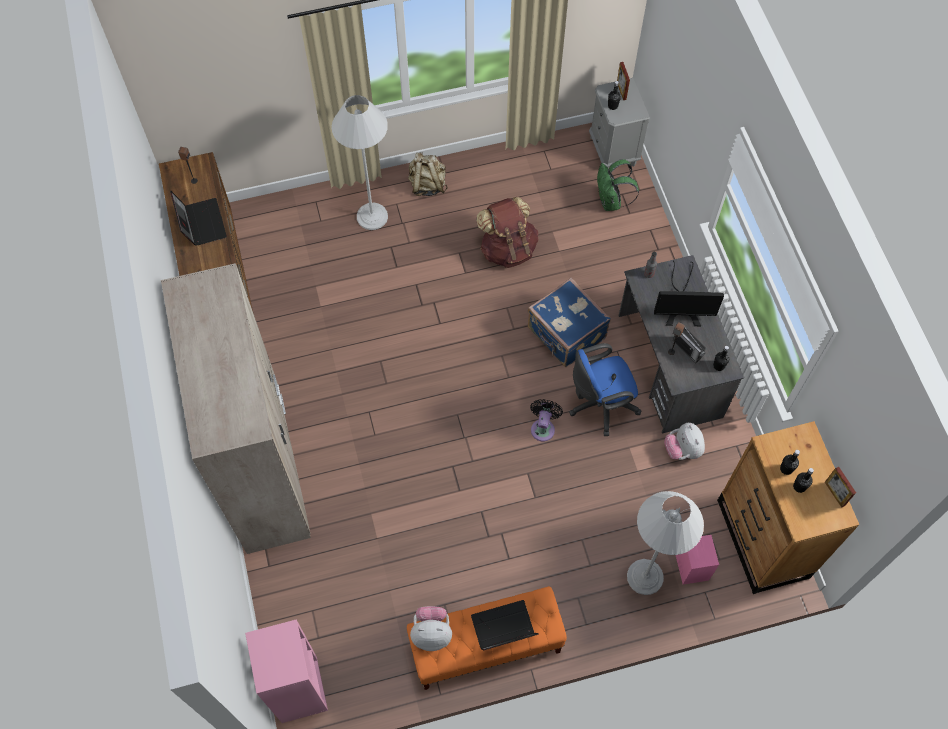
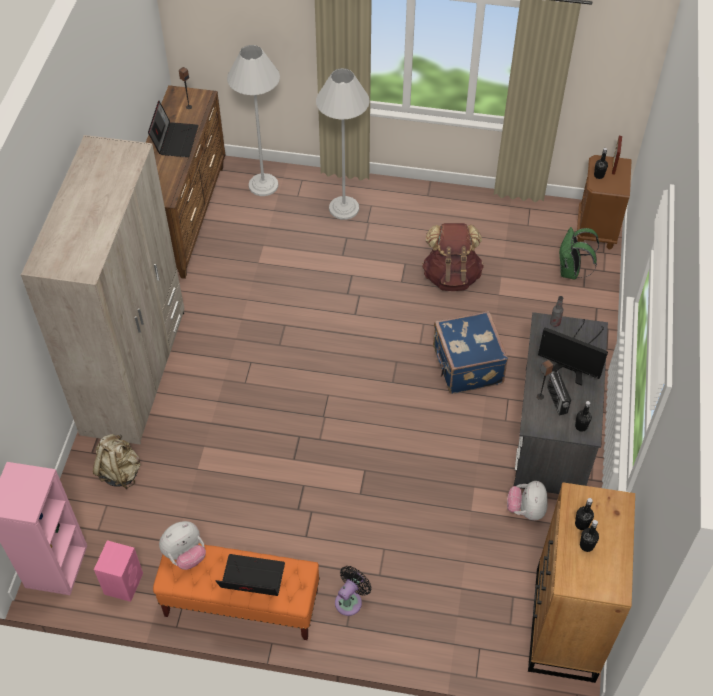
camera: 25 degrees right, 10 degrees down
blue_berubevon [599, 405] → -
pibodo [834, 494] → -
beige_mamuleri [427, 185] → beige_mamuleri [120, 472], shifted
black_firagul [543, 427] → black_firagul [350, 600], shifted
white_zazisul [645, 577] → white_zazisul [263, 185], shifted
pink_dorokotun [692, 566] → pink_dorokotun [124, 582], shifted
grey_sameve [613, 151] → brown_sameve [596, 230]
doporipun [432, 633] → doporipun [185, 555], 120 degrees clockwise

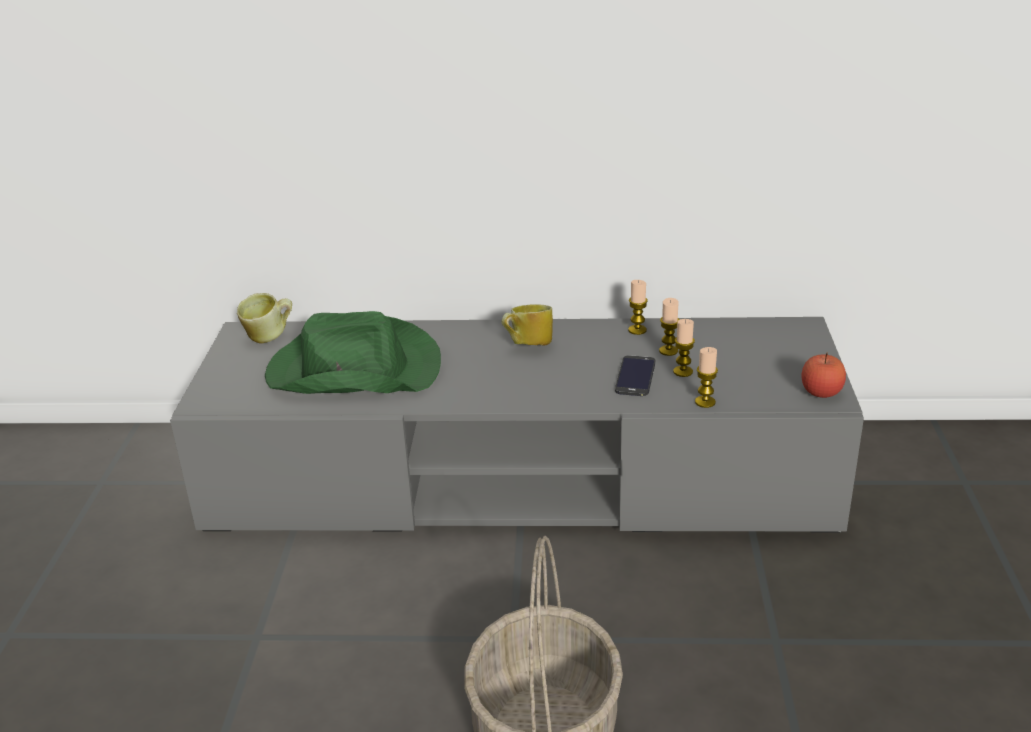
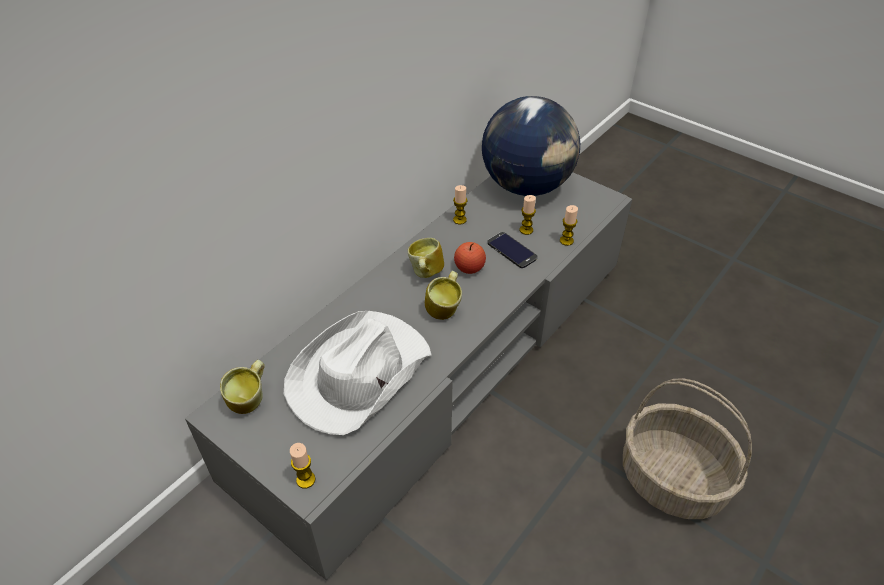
camera: 55 degrees left, 15 degrees up
- → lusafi [445, 309]
- → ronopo [527, 186]
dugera [668, 351] → dugera [305, 480], shifted
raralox [821, 392] → raralox [469, 268], shifted
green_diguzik [352, 370] → white_diguzik [358, 375]

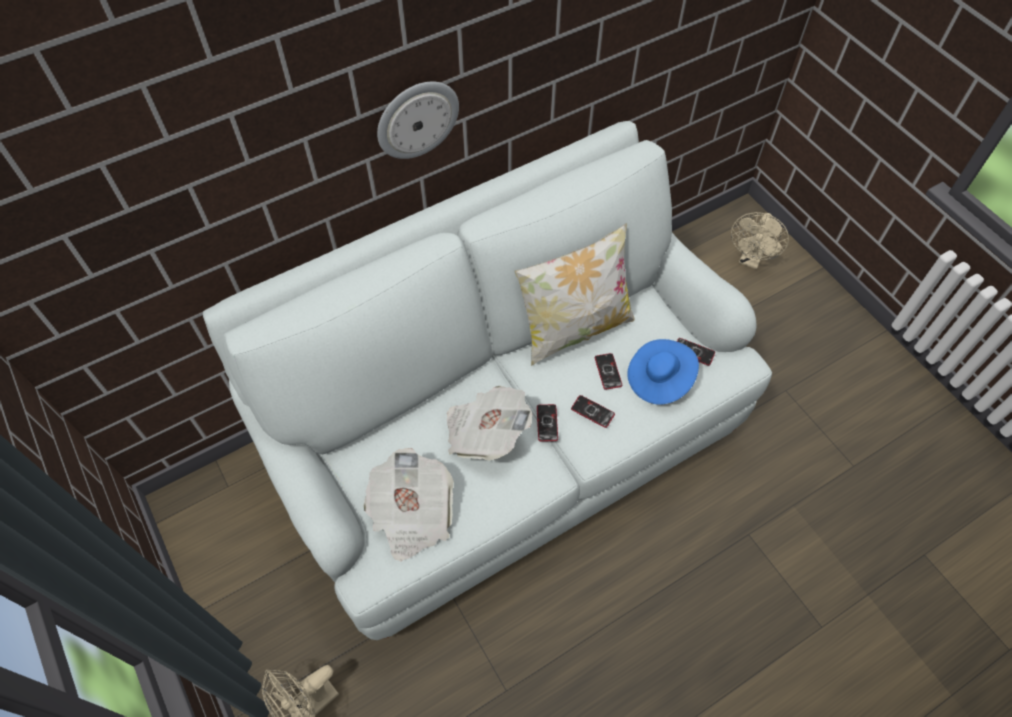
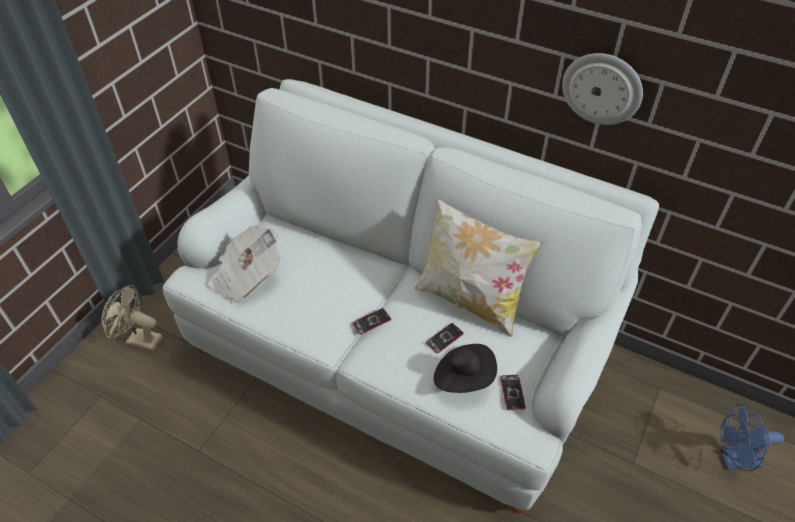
camera: 60 degrees right, 10 degrees down
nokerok [485, 432] → -
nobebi [592, 411] → -
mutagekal [417, 119] → mutagekal [602, 88], shifted
blue_diguzik [659, 379] → black_diguzik [463, 377]
beige_firagul [750, 259] → blue_firagul [733, 460]

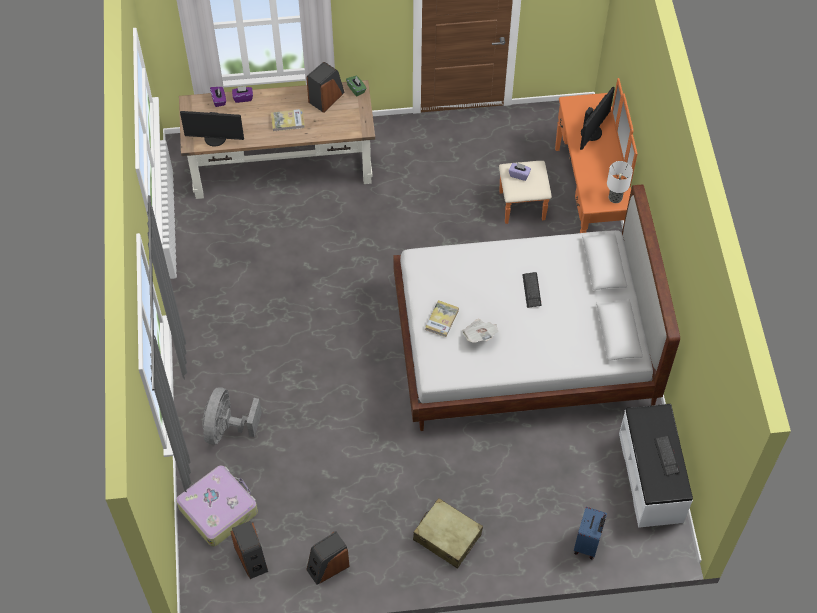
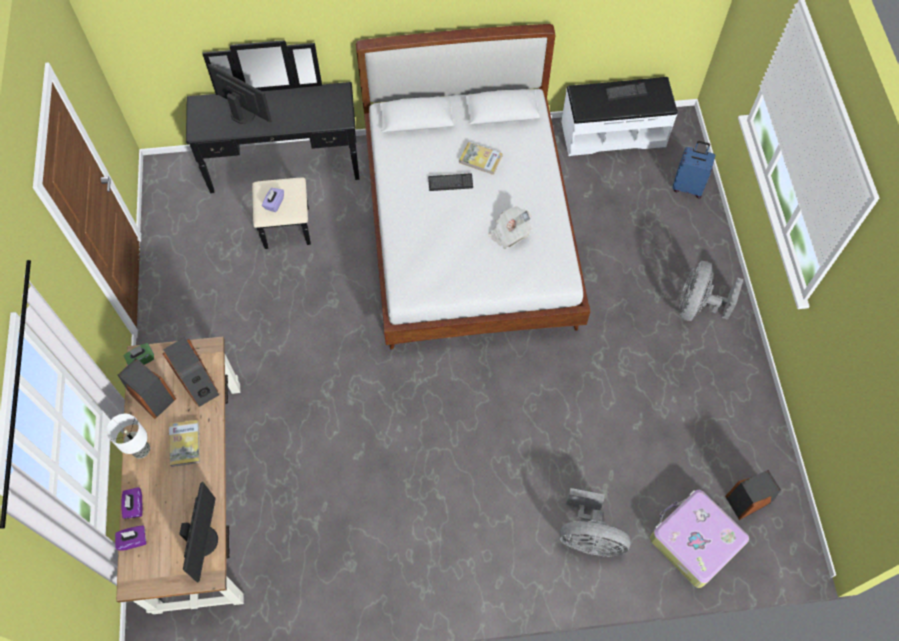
camera: 90 degrees left, 5 degrees up
dorokotun [328, 567] → dorokotun [198, 383], shifted
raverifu [442, 319] → raverifu [480, 159], shifted
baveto [615, 198] → baveto [141, 449], shifted
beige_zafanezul [447, 537] → grey_firagul [697, 306]
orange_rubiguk [573, 201] → black_rubiguk [285, 180]

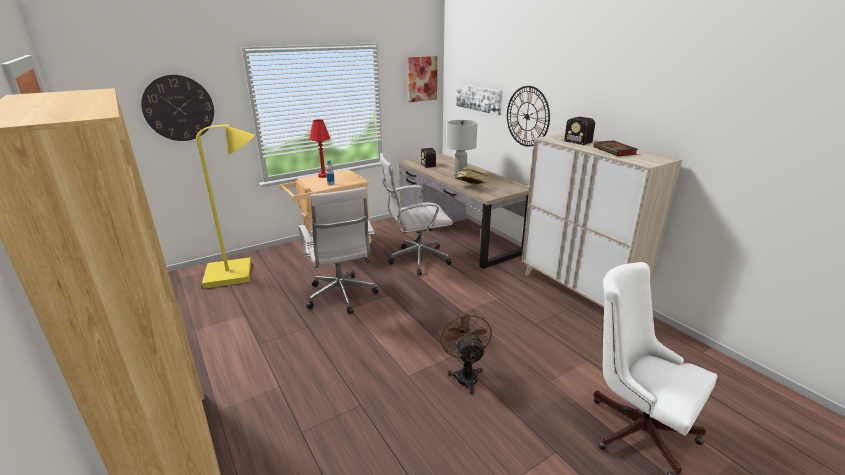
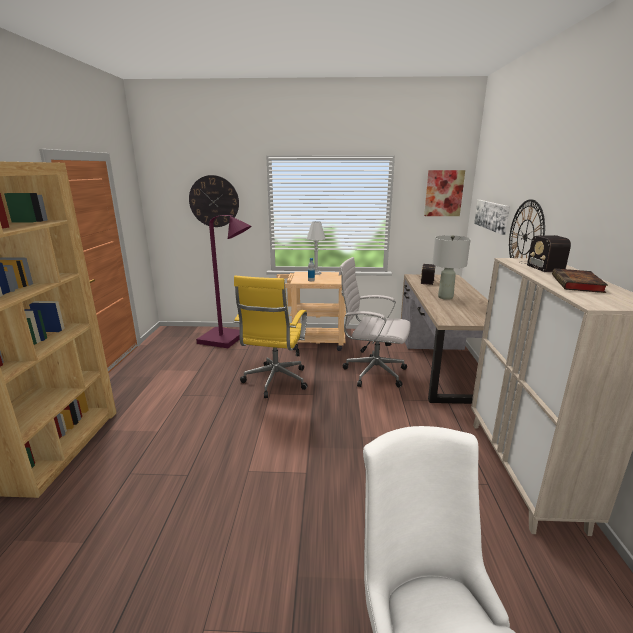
camera: 35 degrees right, 5 degrees down
brown_firagul [465, 374] → -
raverifu [470, 187] → -
yellow_zazisul [237, 273] → purple_zazisul [228, 340]
white_berubevon [342, 297] → yellow_berubevon [275, 382]
red_baveto [323, 176] → white_baveto [316, 273]

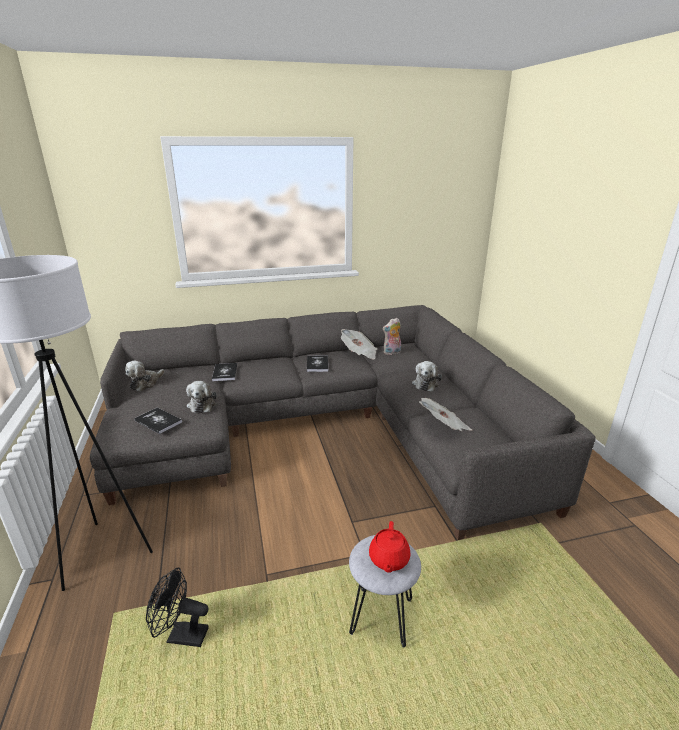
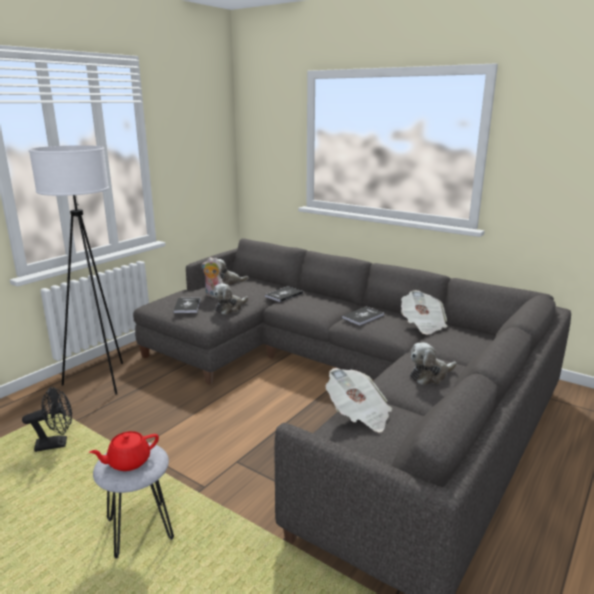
camera: 50 degrees right, 5 degrees down
doporipun [392, 353] → doporipun [213, 295], shifted
black_firagul [181, 635] → black_firagul [57, 444], 105 degrees clockwise

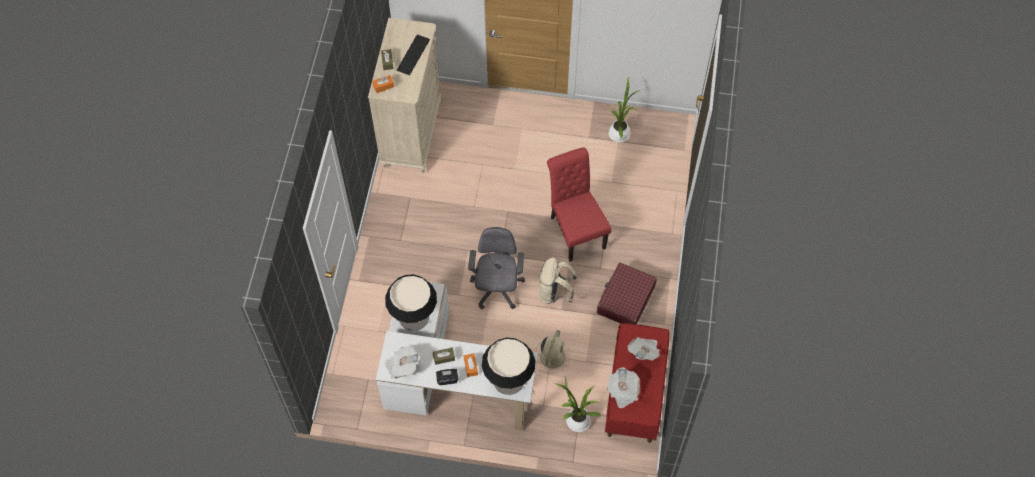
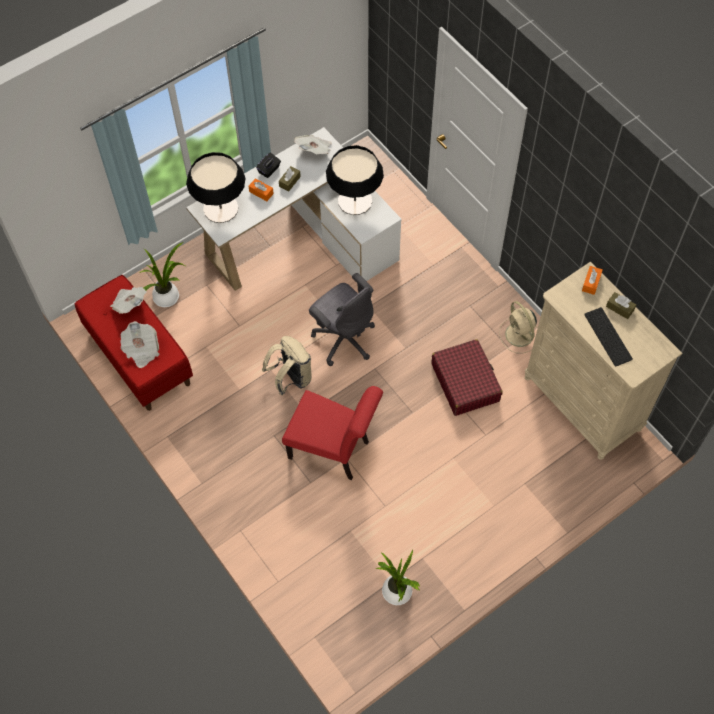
camera: 135 degrees right, 0 degrees up
beige_firagul [552, 356] → beige_firagul [520, 335], shifted
red_zafanezul [625, 300] → red_zafanezul [465, 382], shifted

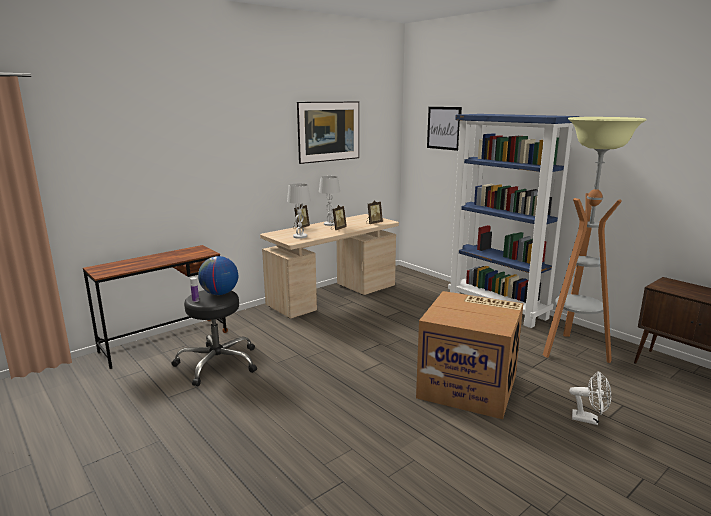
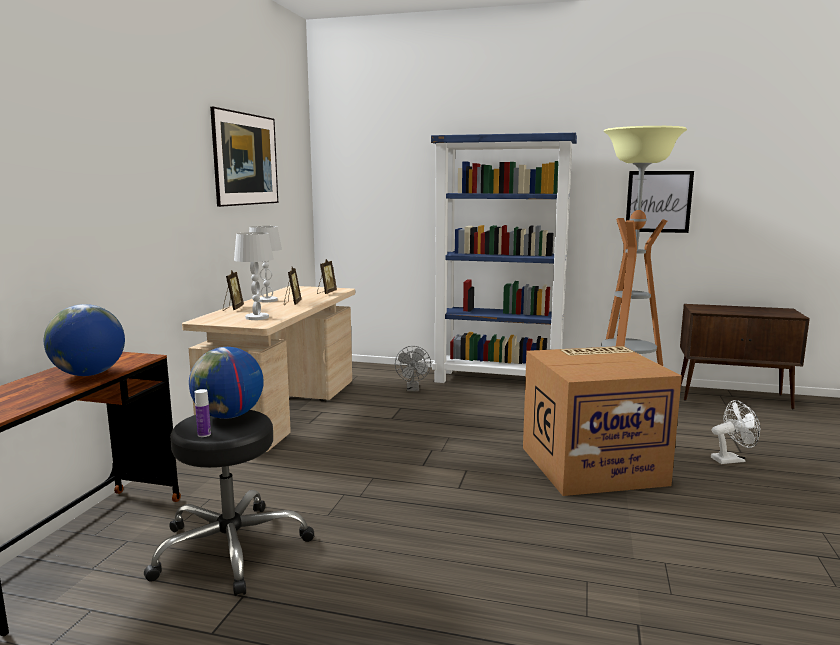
camera: 35 degrees left, 5 degrees down
- → ronopo [89, 374]
- → grey_firagul [413, 389]
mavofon [444, 128] → mavofon [658, 201], shifted

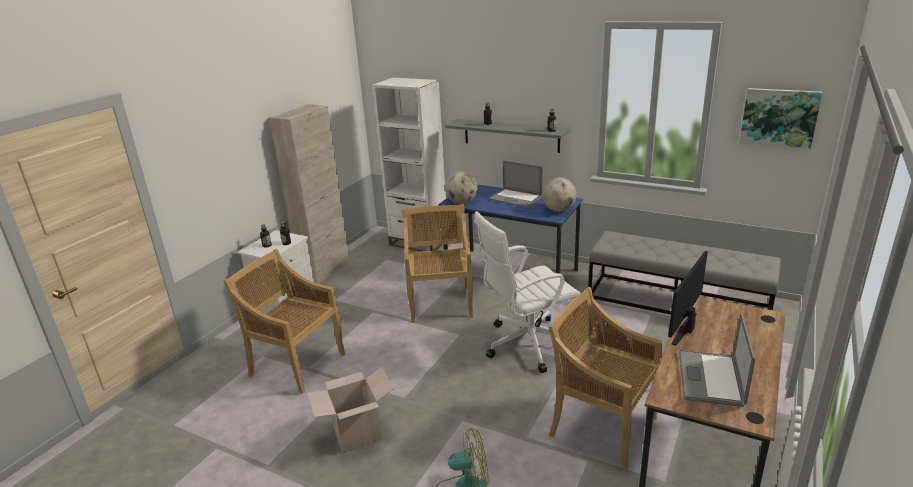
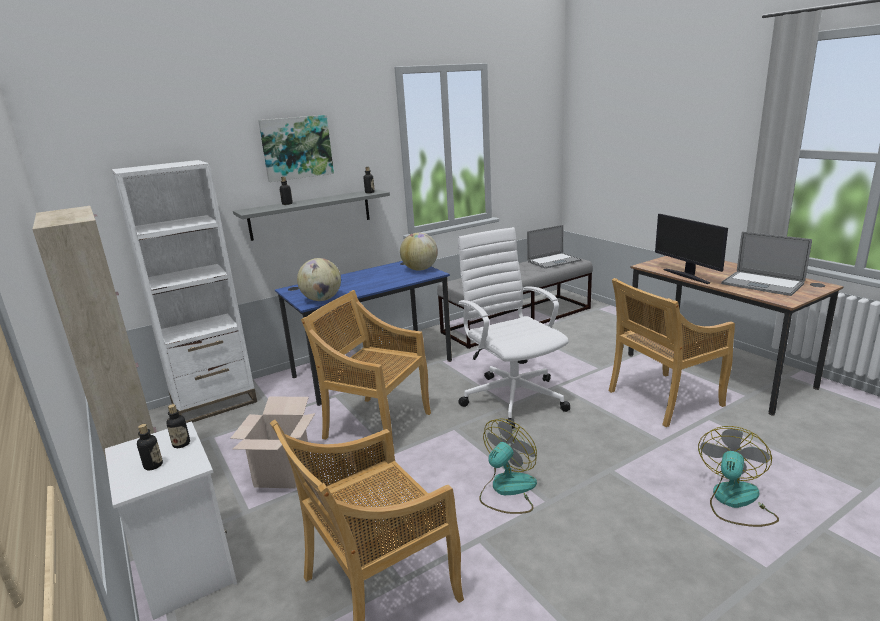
camera: 60 degrees left, 5 degrees down
- → firagul [507, 490]
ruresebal [357, 433] → ruresebal [283, 473], shifted
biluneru [515, 198] → biluneru [554, 261], shifted
mavofon [779, 117] → mavofon [296, 147], shifted
white_berubevon [527, 344] → white_berubevon [512, 397], 150 degrees clockwise

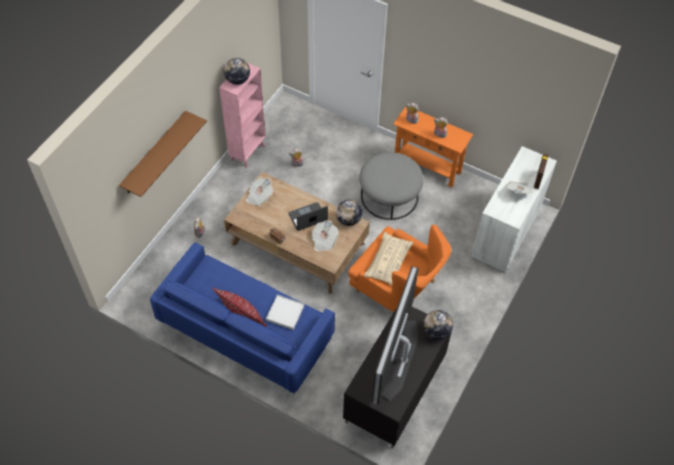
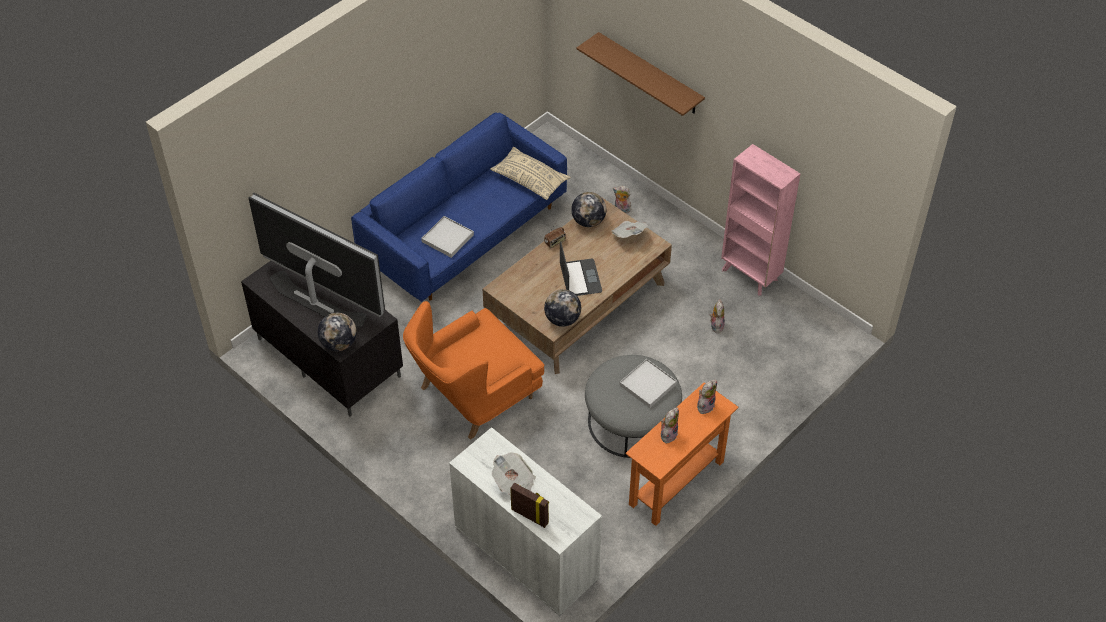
camera: 105 degrees right, 5 degrees down
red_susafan [241, 314] → -
nokerok [324, 241] → -
- → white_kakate [648, 385]
ronopo [237, 80] → ronopo [588, 221], shifted
beige_susafan [388, 263] → beige_susafan [530, 179], shifted

